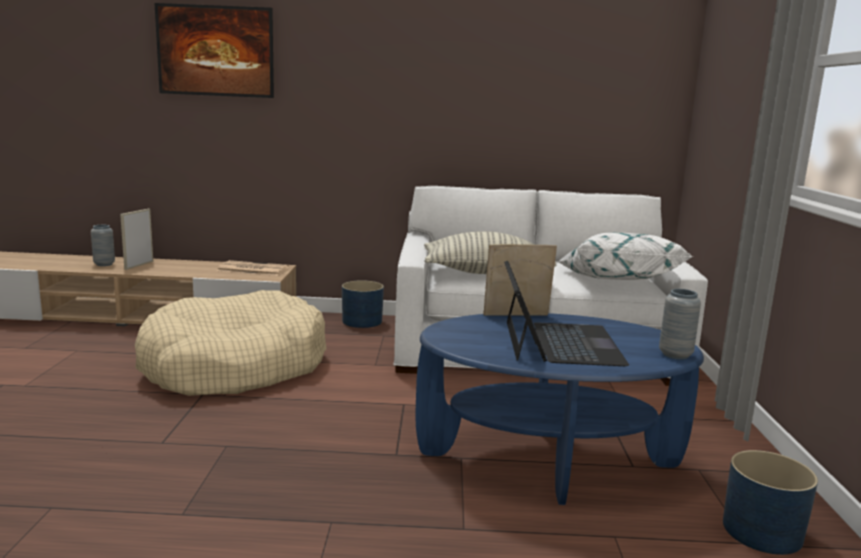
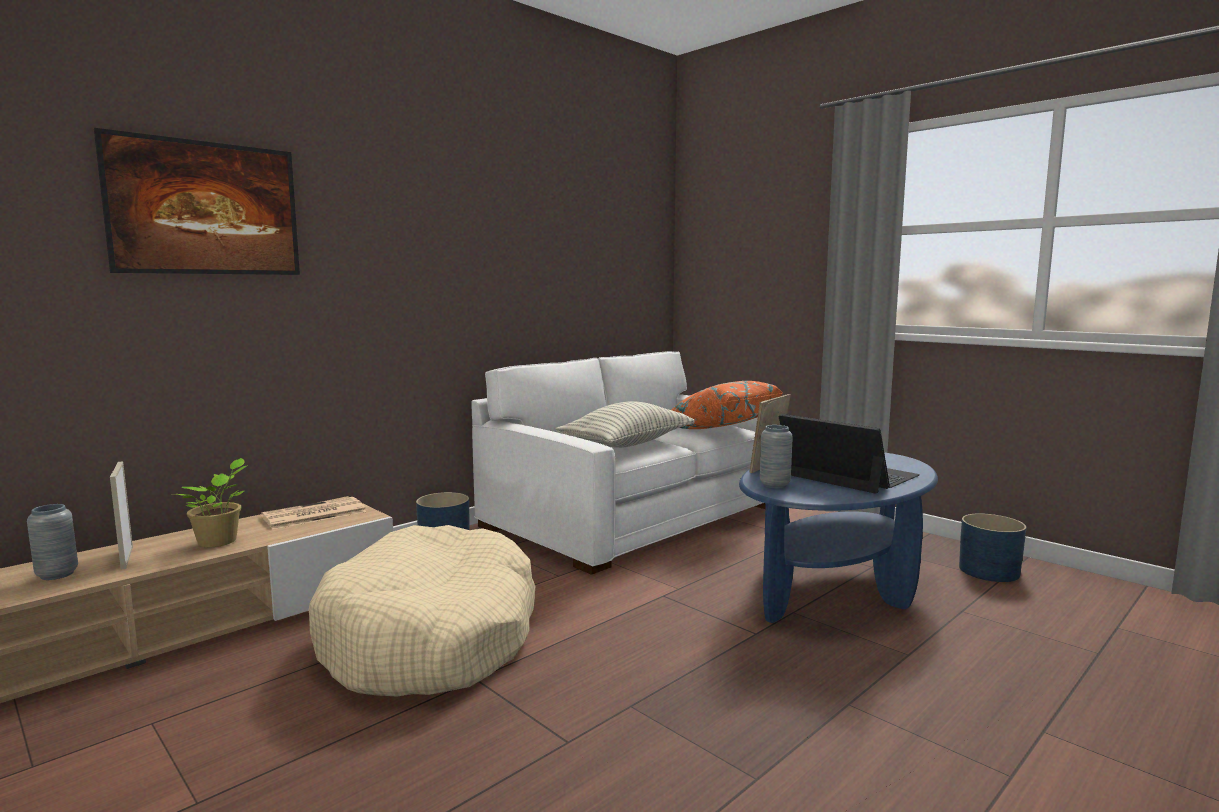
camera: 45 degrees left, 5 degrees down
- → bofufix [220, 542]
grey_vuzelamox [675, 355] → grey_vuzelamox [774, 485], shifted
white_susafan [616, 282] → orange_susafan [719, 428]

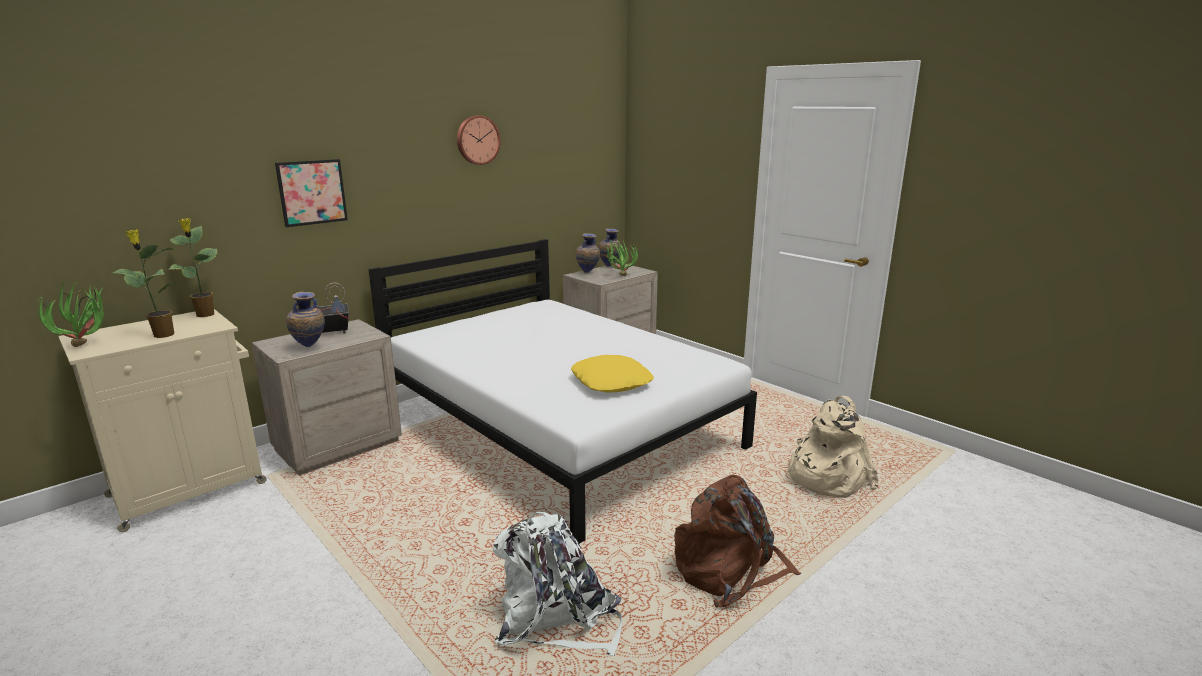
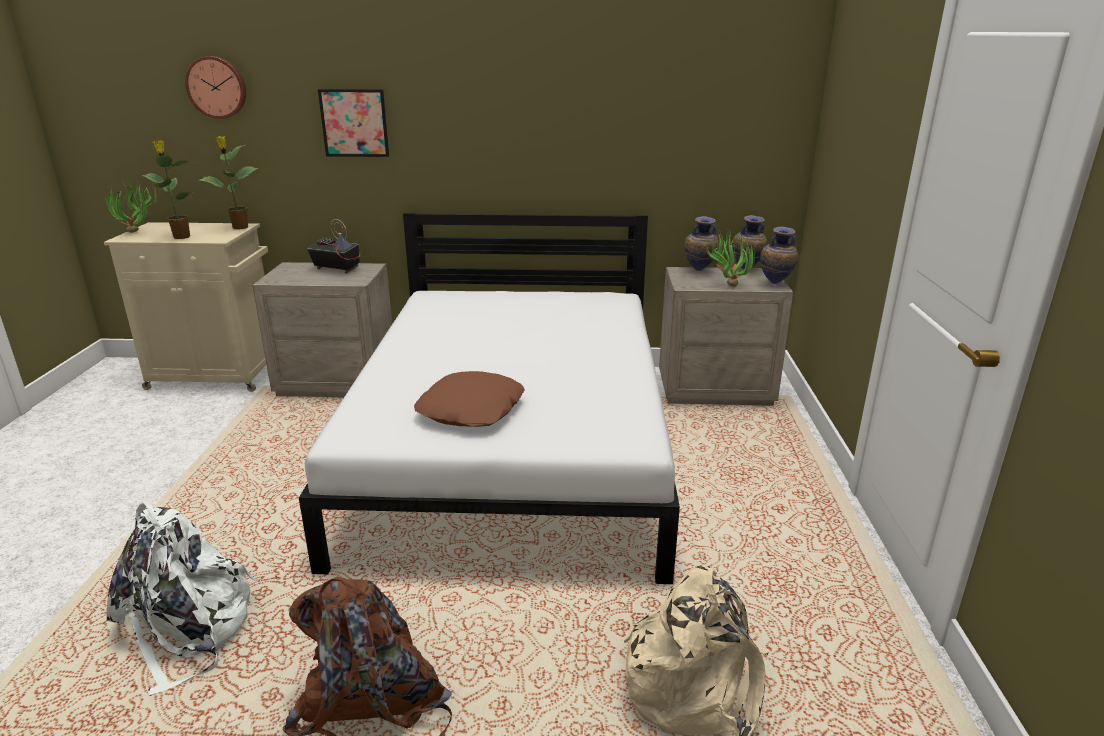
camera: 45 degrees right, 5 degrees up
vuzelamox [309, 347] → vuzelamox [775, 284], shifted
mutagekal [477, 140] → mutagekal [217, 87], shifted
yellow_susafan [612, 382] → brown_susafan [472, 410]

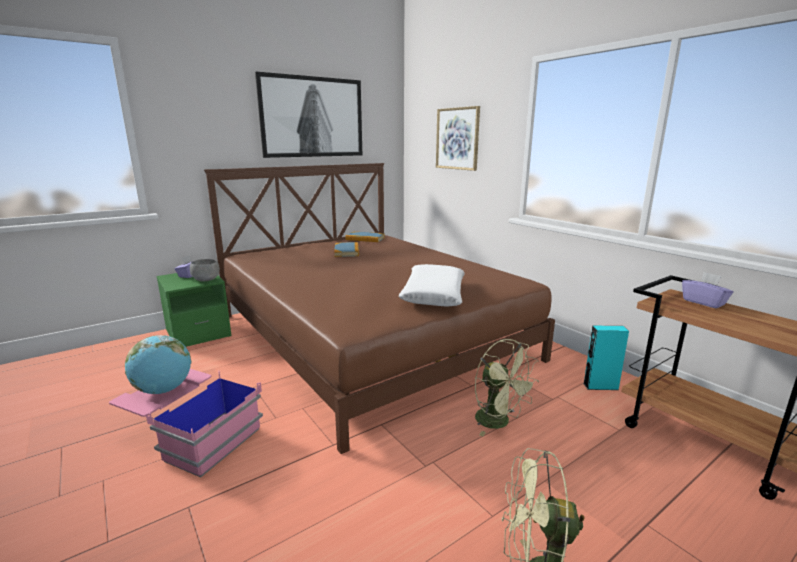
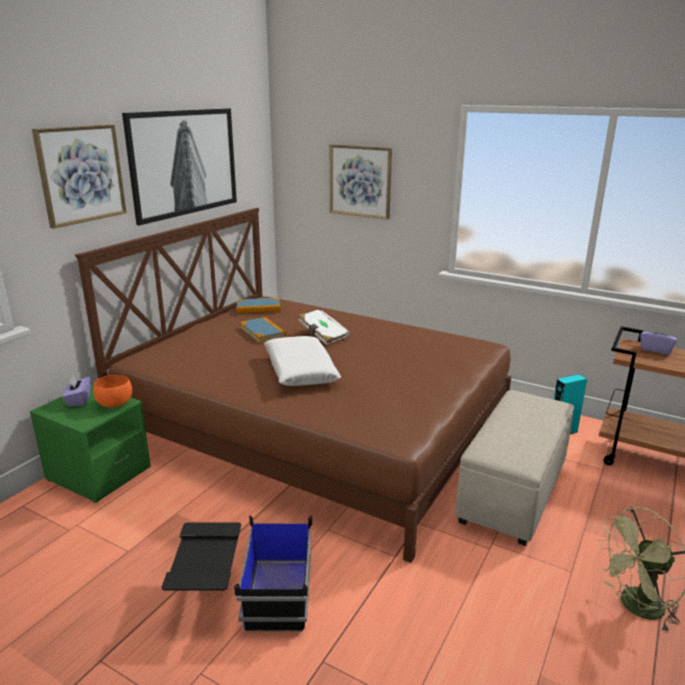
camera: 25 degrees left, 5 degrees up
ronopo [164, 390] → -
- → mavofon [81, 174]
- → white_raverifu [323, 335]
white_susafan [433, 294] → white_susafan [300, 370], shifted
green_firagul [499, 422] → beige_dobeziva [513, 490]
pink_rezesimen [192, 436] → black_rezesimen [244, 595]
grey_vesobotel [206, 280] → orange_vesobotel [114, 404]

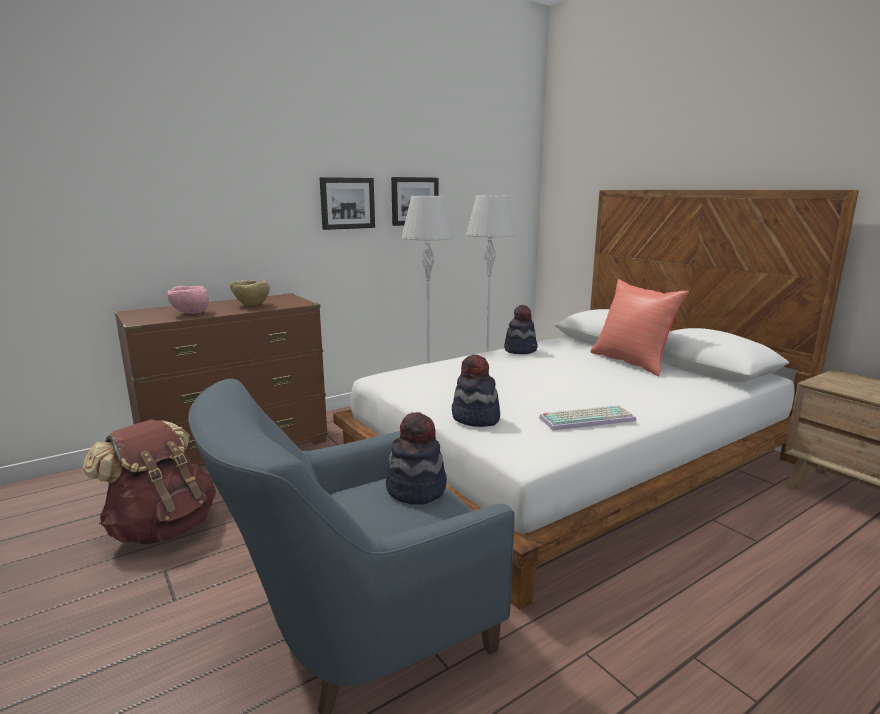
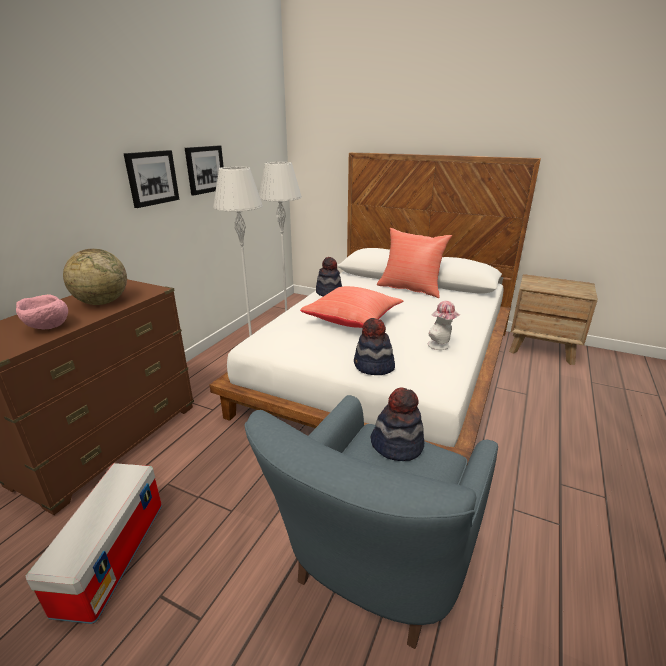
camera: 30 degrees left, 10 degrees up
- → red_susafan [353, 320]
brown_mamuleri [162, 528] → rezesimen [112, 555]
beige_vesobotel [251, 305] → ronopo [102, 302]
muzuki [587, 418] → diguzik [441, 346]

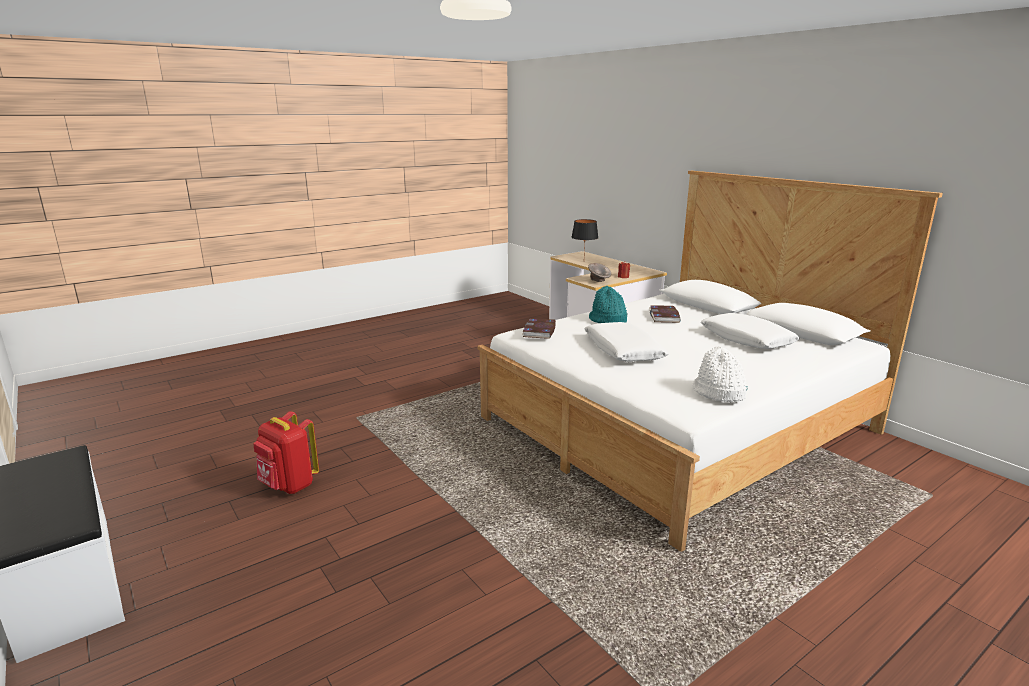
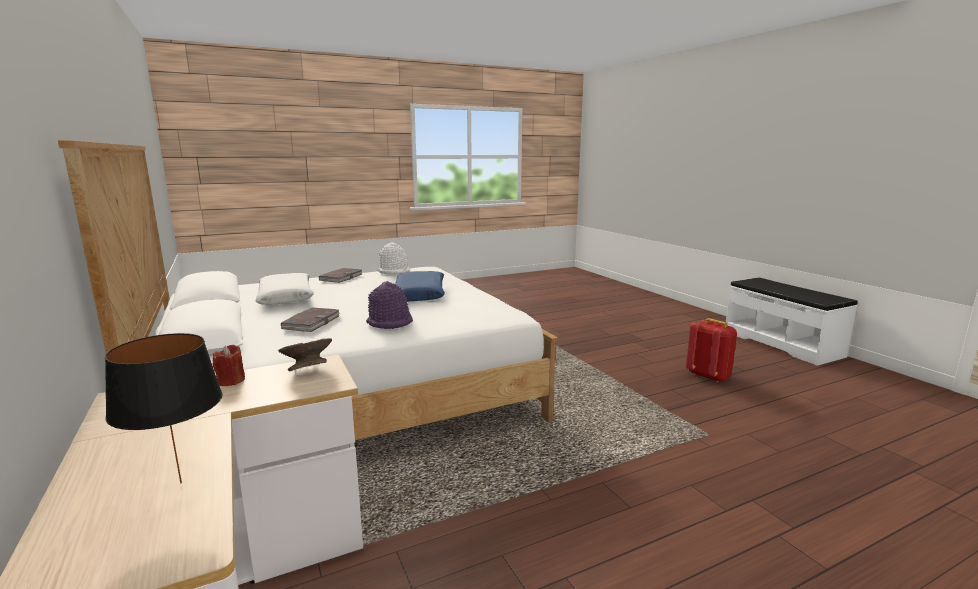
camera: 170 degrees left, 5 degrees down
raverifu [539, 331] → raverifu [341, 277], shifted
white_susafan [623, 351] → blue_susafan [419, 295]
turquoise_diguzik [607, 320] → purple_diguzik [390, 322]

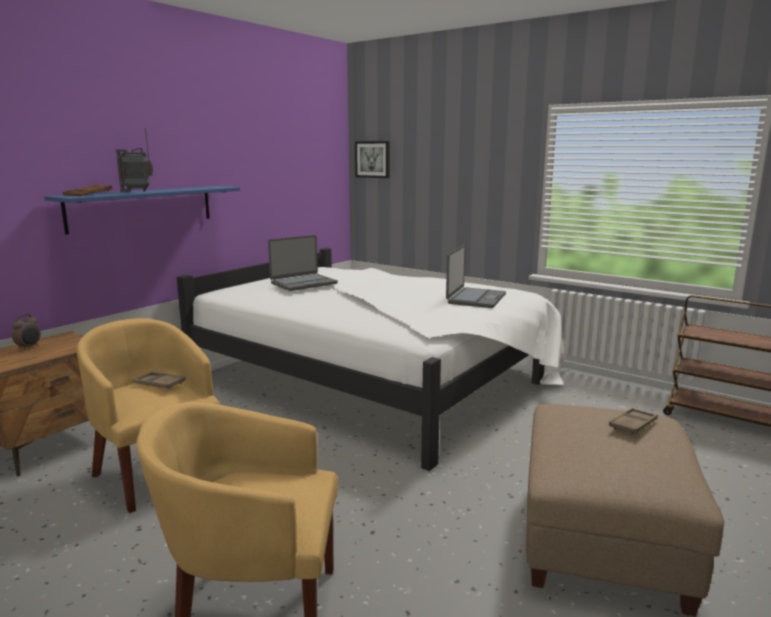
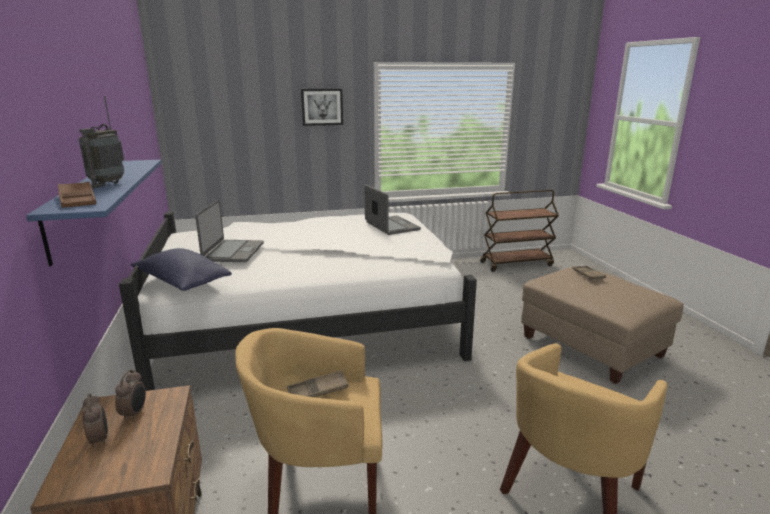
camera: 50 degrees left, 5 degrees up
- → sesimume [135, 413]
- → blue_susafan [182, 282]
mavofon [373, 159] → mavofon [322, 107], shifted

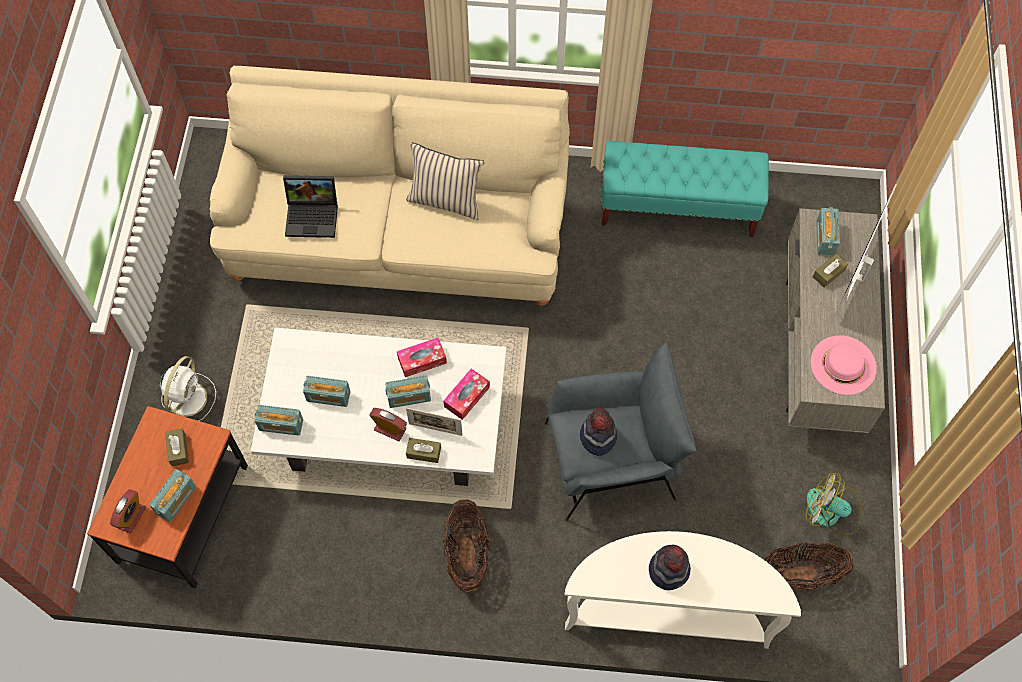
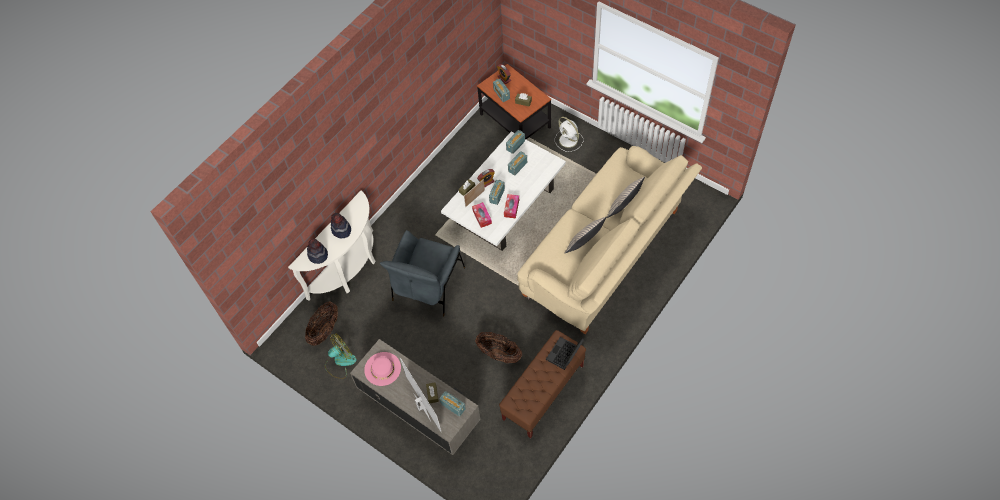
camera: 125 degrees right, 5 degrees down
- → beige_susafan [624, 207]
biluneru [313, 216] → biluneru [565, 355], shifted
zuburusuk [467, 554] → zuburusuk [499, 354], shifted
diguzik [597, 437] → diguzik [318, 255], shifted
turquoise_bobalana [678, 208] → brown_bobalana [543, 392]

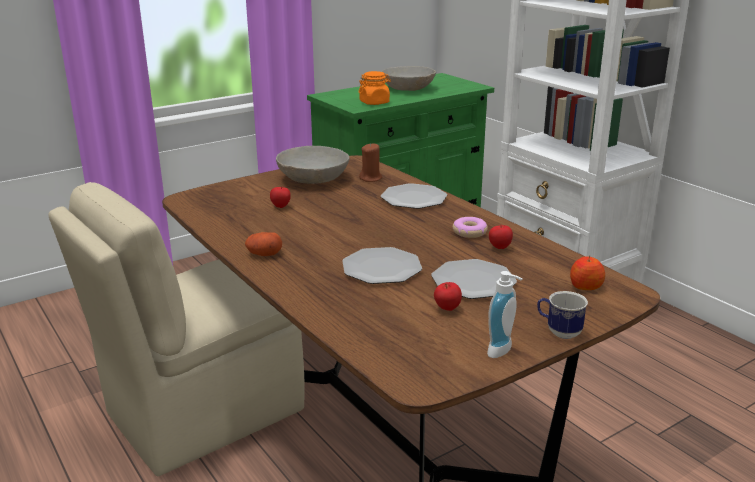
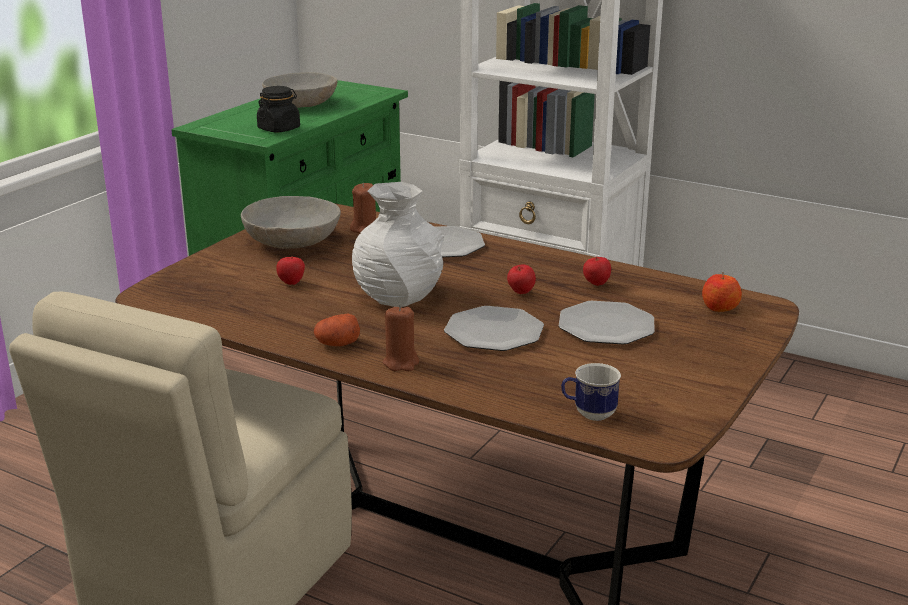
camera: 25 degrees left, 0 degrees up
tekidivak [469, 232] → -
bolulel [503, 351] → -
- → white_vuzelamox [398, 296]
- → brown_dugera [401, 363]
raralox [447, 309] → raralox [520, 293], shifted
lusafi [558, 332] → lusafi [588, 414], shifted
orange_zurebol [374, 102] → black_zurebol [279, 129]

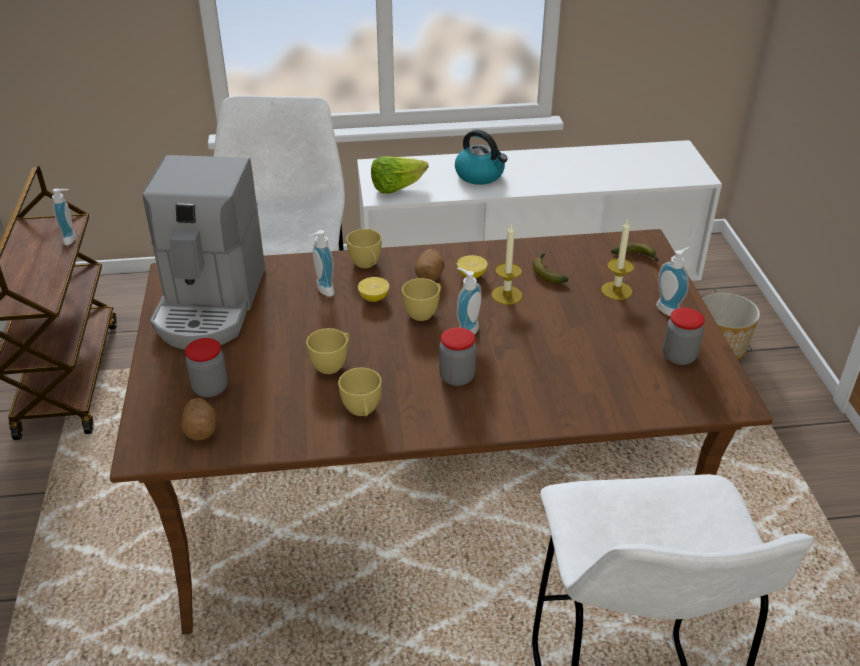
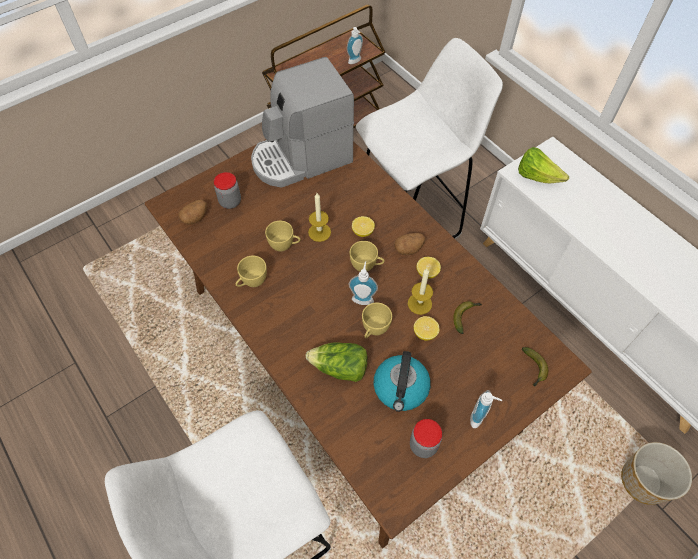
camera: 60 degrees right, 20 degrees up
bolulel [322, 290] → -
zurebol [457, 377] → -
- → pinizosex [340, 368]
- → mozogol [425, 333]
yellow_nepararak [367, 265] → yellow_nepararak [374, 330], shifted
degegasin [480, 175] → degegasin [401, 389], shifted
dugera [616, 290] → dugera [319, 232], shifted

